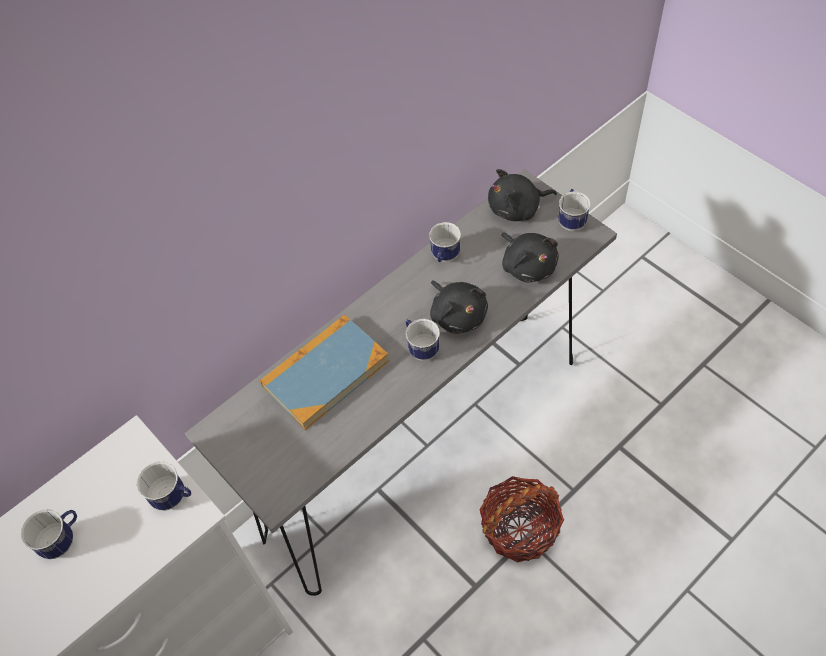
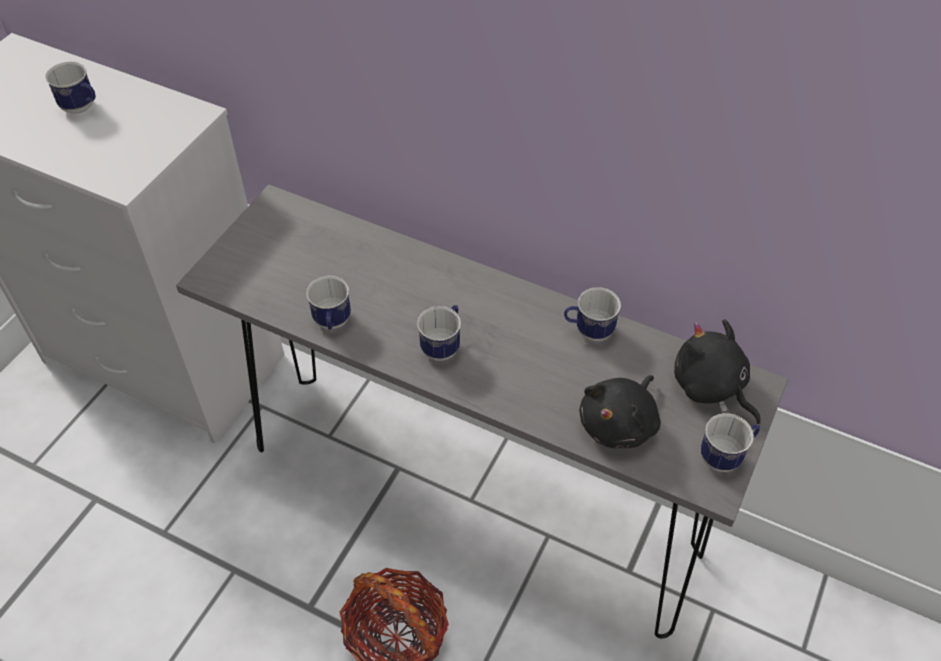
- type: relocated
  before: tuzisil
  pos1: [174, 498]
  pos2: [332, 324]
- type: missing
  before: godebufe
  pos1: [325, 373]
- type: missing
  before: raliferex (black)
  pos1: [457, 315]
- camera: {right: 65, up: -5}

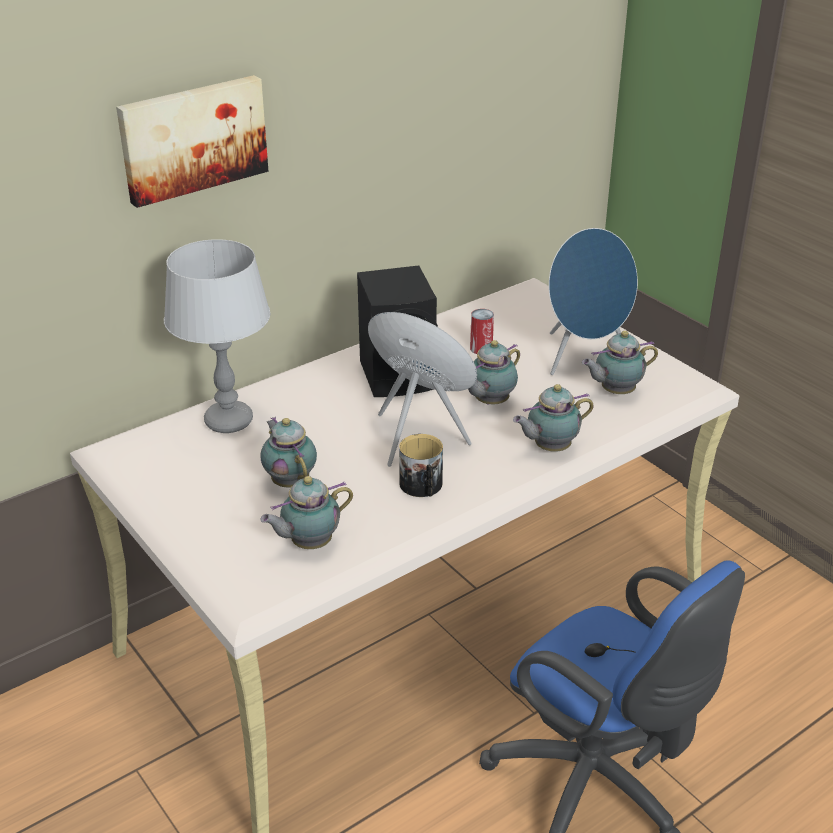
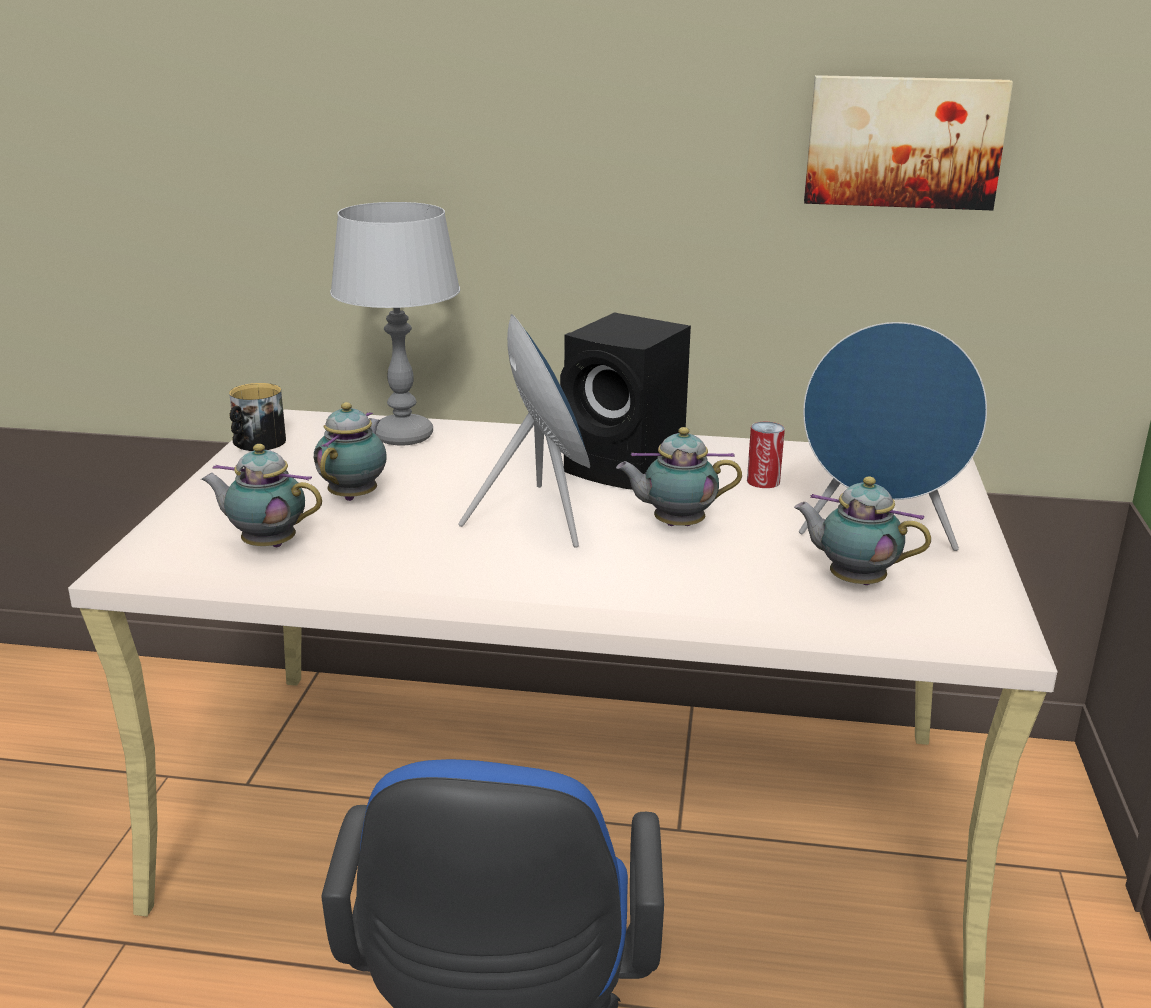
- type: relocated
  before: tuzisil
  pos1: [422, 487]
  pos2: [256, 444]
- type: relocated
  before: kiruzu
  pos1: [192, 138]
  pos2: [903, 141]
- type: missing
  before: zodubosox
  pos1: [549, 448]
- camera: {right: 45, up: -10}

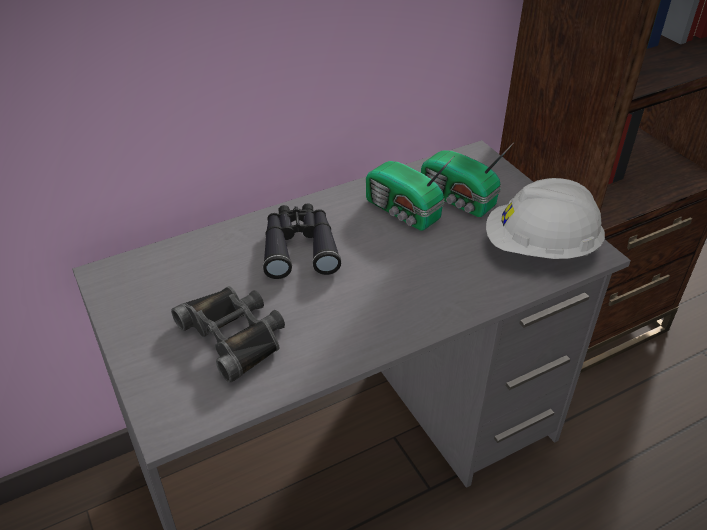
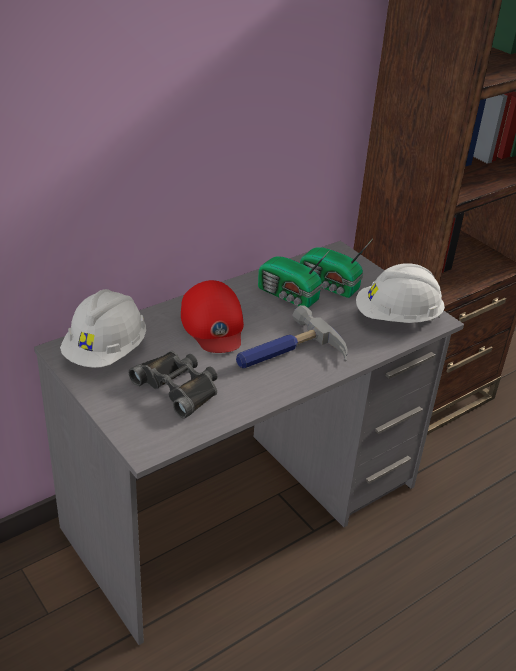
- type: appeared
  after: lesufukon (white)
  pos2: [106, 352]
- type: exchanged
  before: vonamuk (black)
  after: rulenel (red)
  pos1: [299, 247]
  pos2: [213, 324]
- type: appeared
  after: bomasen
  pos2: [287, 354]
- camera: {right: -10, up: -5}

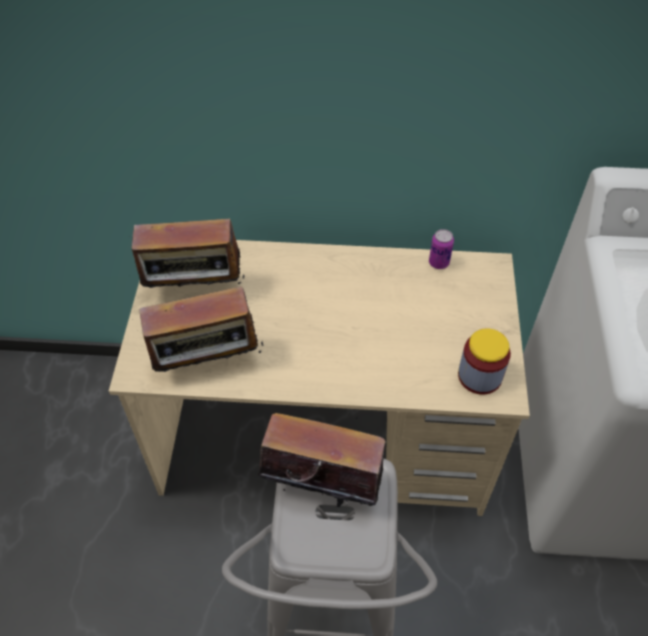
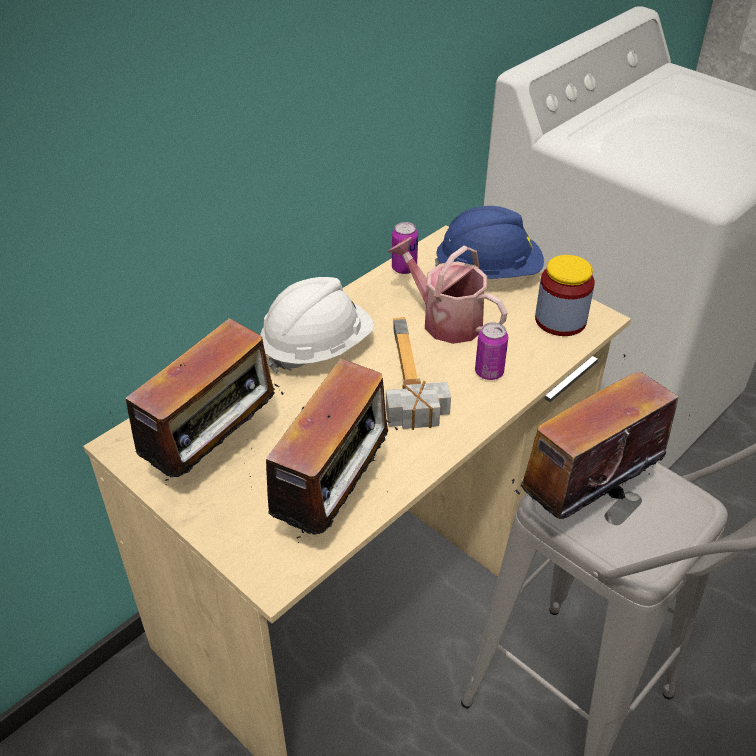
- type: appeared
  after: lesufukon (white)
  pos2: [317, 348]
- type: appeared
  after: bomasen
  pos2: [402, 381]
- type: appeared
  after: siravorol
  pos2: [445, 319]
- type: appeared
  after: lesufukon (blue)
  pos2: [488, 273]
- type: appeared
  after: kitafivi
  pos2: [489, 372]
- camera: {right: -50, up: -10}

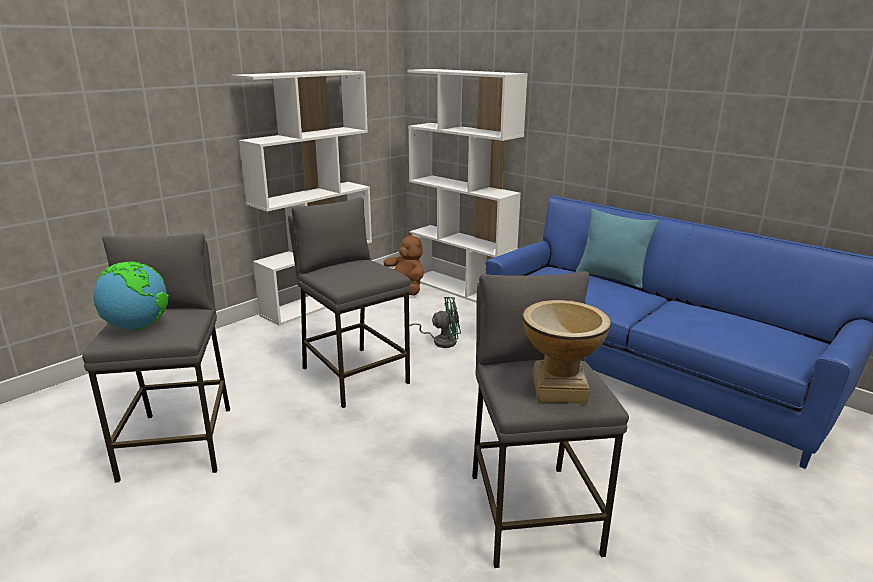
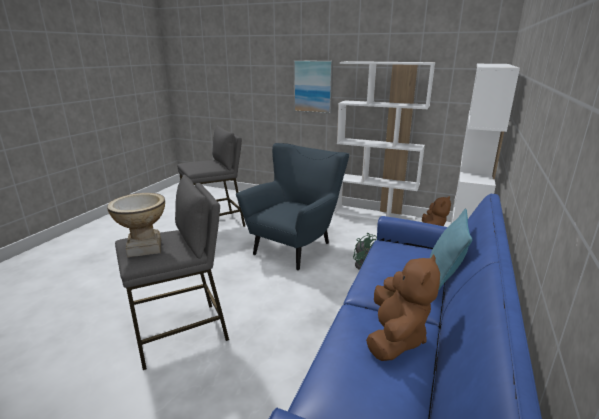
- type: exchanged
  before: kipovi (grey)
  after: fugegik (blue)
  pos1: [354, 375]
  pos2: [296, 246]
- type: appeared
  after: kiruzu
  pos2: [313, 86]
- type: appeared
  after: raliferex (brown)
  pos2: [395, 338]
- type: missing
  before: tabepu
  pos1: [137, 327]
- camera: {right: 70, up: 0}

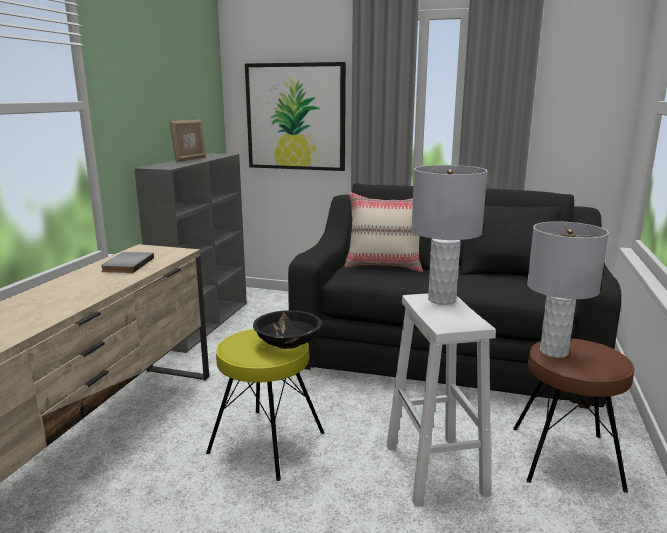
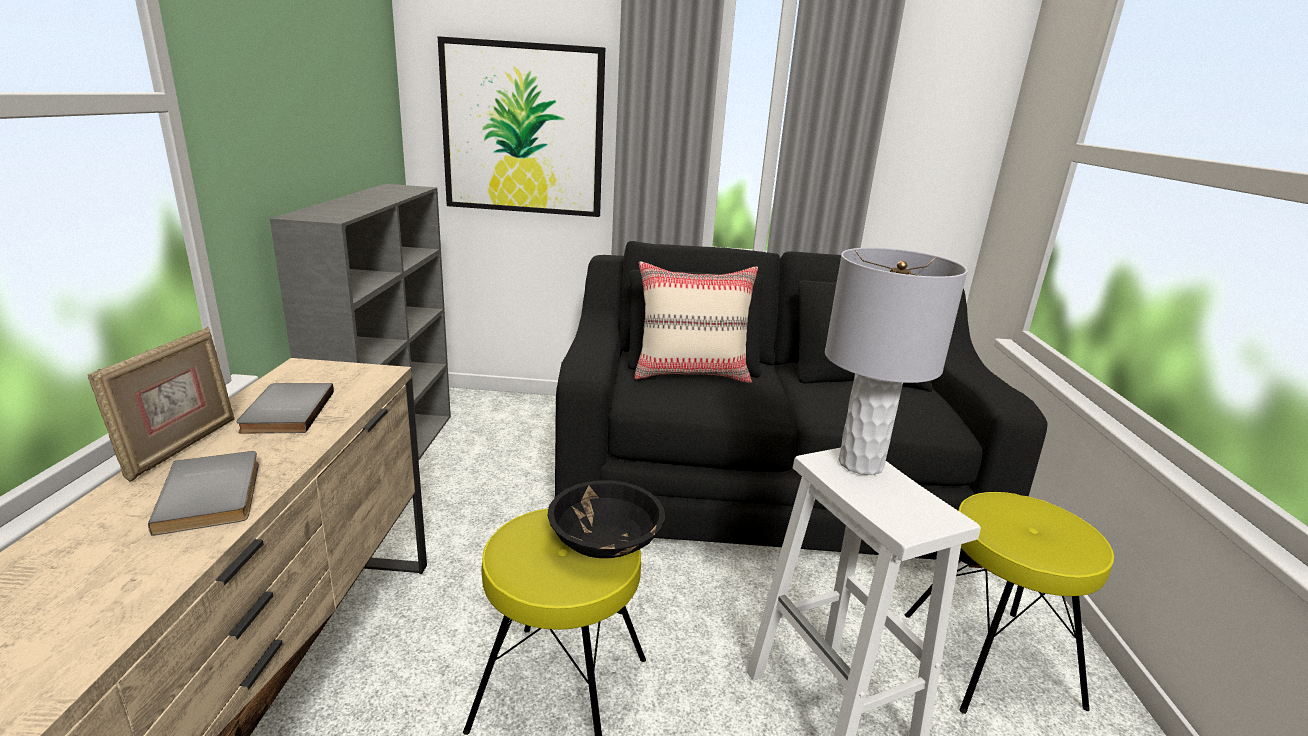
- type: relocated
  before: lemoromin
  pos1: [189, 159]
  pos2: [180, 447]
- type: appeared
  after: godebufe (grey)
  pos2: [215, 494]
- type: colour
  before: kipovi (brown)
  after: kipovi (yellow)
  pos1: [566, 458]
  pos2: [991, 659]
- type: missing
  before: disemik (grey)
  pos1: [553, 352]
- camera: {right: -15, up: 5}

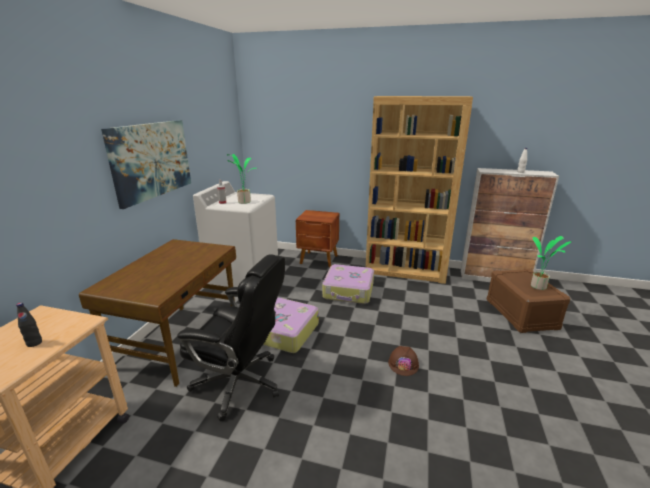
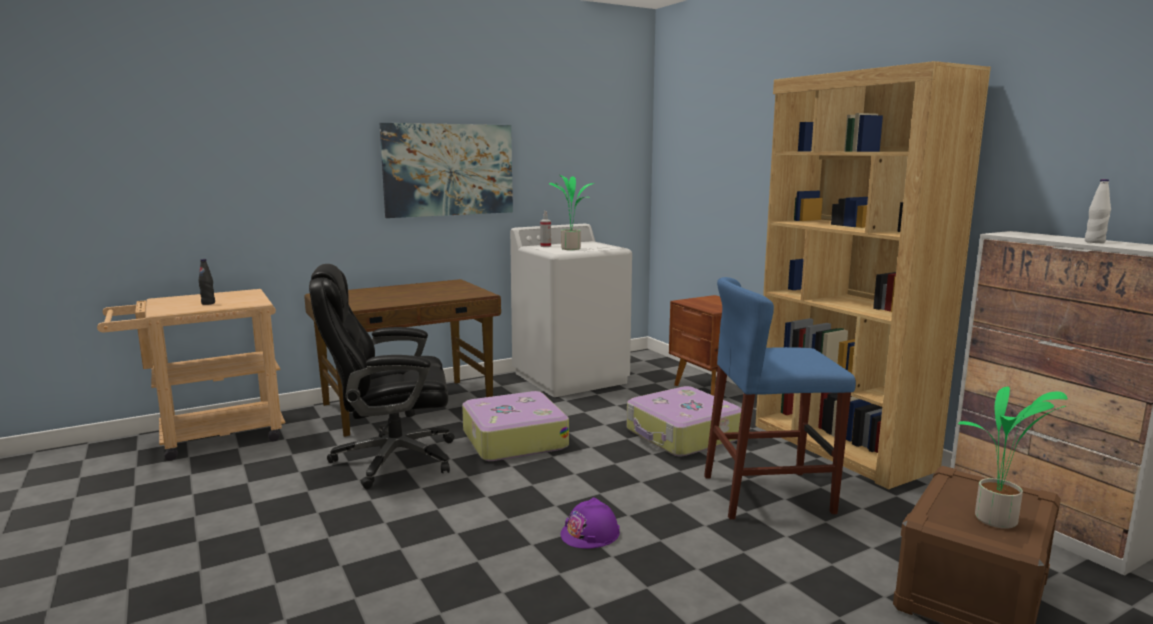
- type: spun
  before: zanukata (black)
  pos1: [240, 383]
  pos2: [392, 459]
  turn: 105
- type: colour
  before: lesufukon (brown)
  after: lesufukon (purple)
  pos1: [403, 364]
  pos2: [590, 533]
- type: appeared
  after: kipovi (blue)
  pos2: [767, 494]
- camera: {right: 45, up: -10}

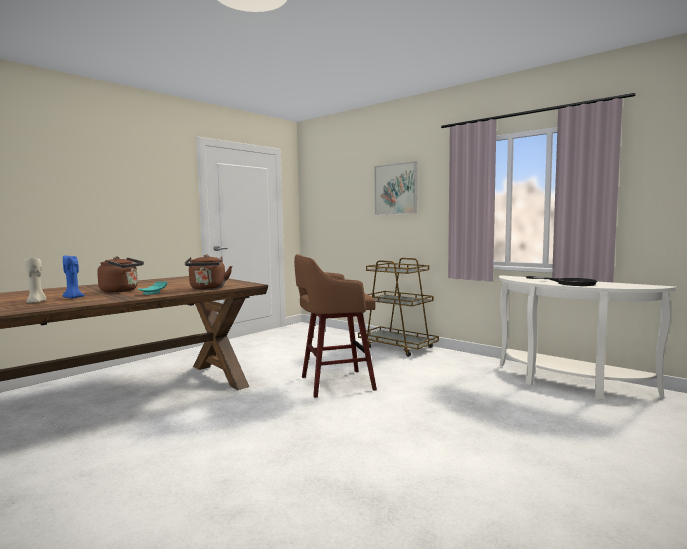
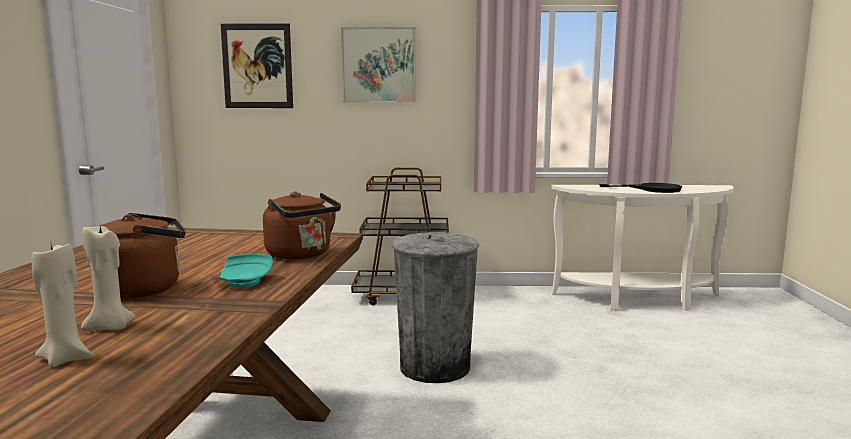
- type: colour
  before: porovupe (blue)
  after: porovupe (beige)
  pos1: [73, 298]
  pos2: [111, 328]
- type: appeared
  after: kiruzu
  pos2: [257, 66]
- type: exchanged
  before: kipovi (brown)
  after: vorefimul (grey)
  pos1: [334, 383]
  pos2: [434, 367]
- camera: {right: -40, up: 5}

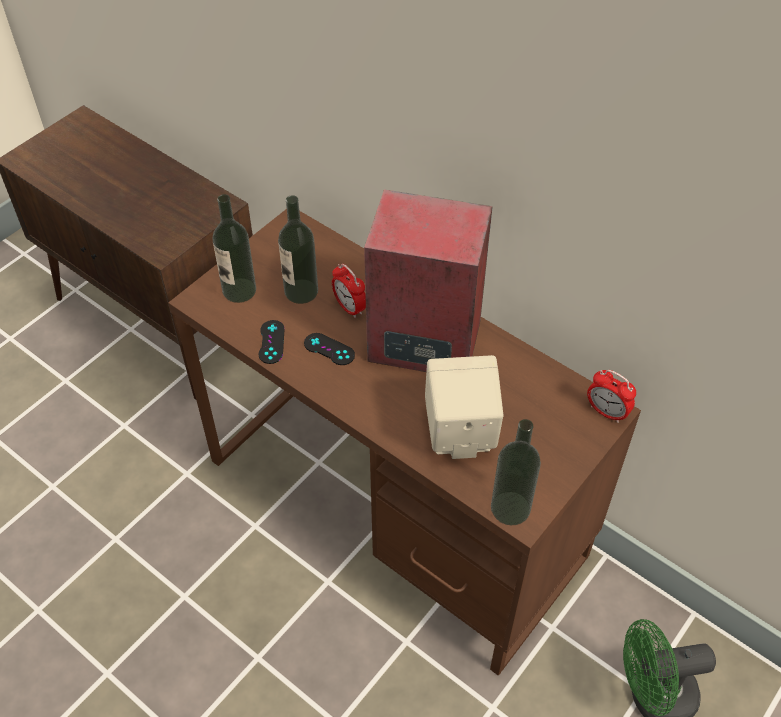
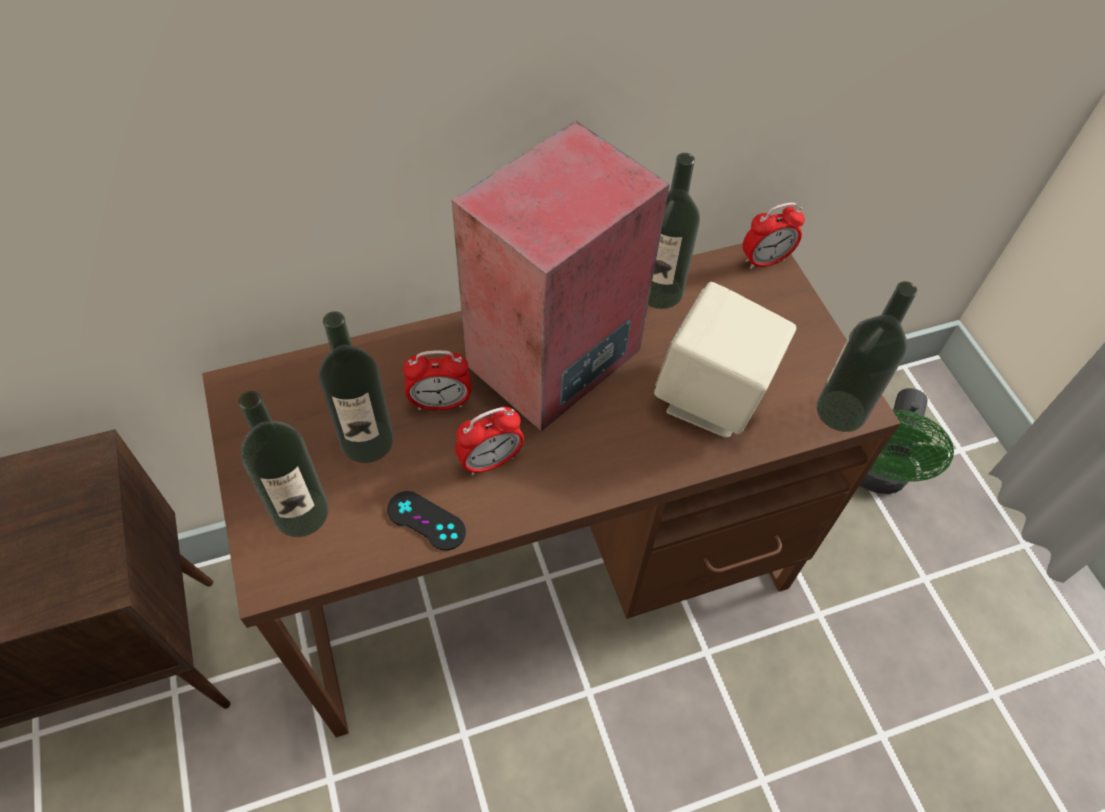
- type: exchanged
  before: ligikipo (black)
  after: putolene
  pos1: [329, 349]
  pos2: [490, 461]
- type: appeared
  after: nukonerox
  pos2: [660, 291]
- camera: {right: -60, up: 5}

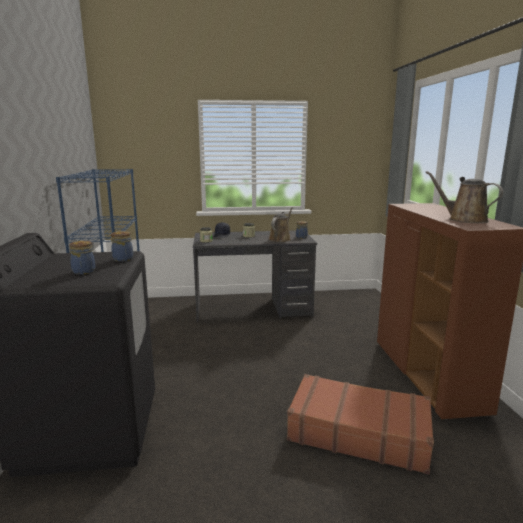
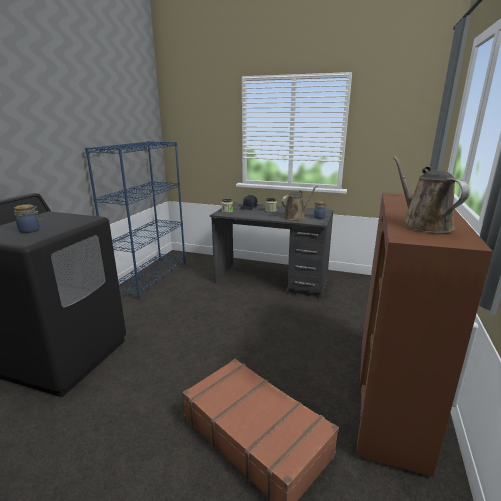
- type: missing
  before: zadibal
  pos1: [123, 259]
- camera: {right: 25, up: 5}

